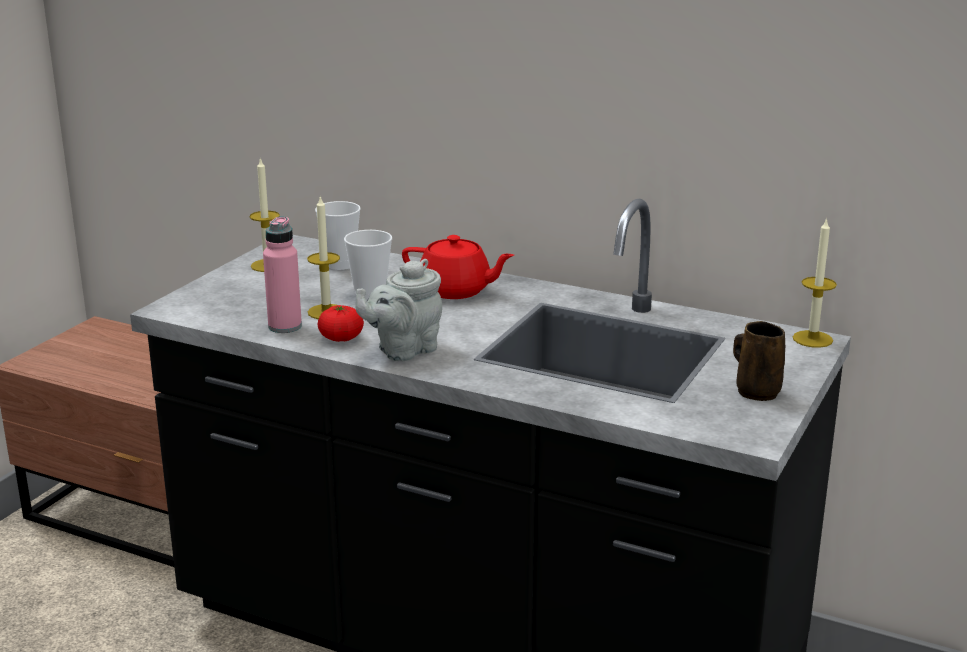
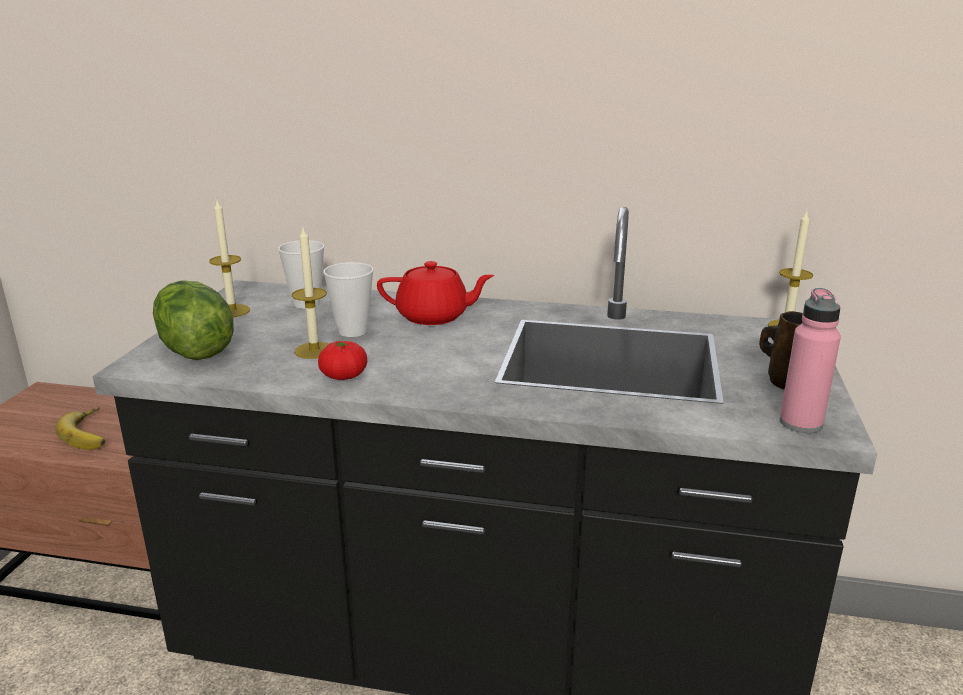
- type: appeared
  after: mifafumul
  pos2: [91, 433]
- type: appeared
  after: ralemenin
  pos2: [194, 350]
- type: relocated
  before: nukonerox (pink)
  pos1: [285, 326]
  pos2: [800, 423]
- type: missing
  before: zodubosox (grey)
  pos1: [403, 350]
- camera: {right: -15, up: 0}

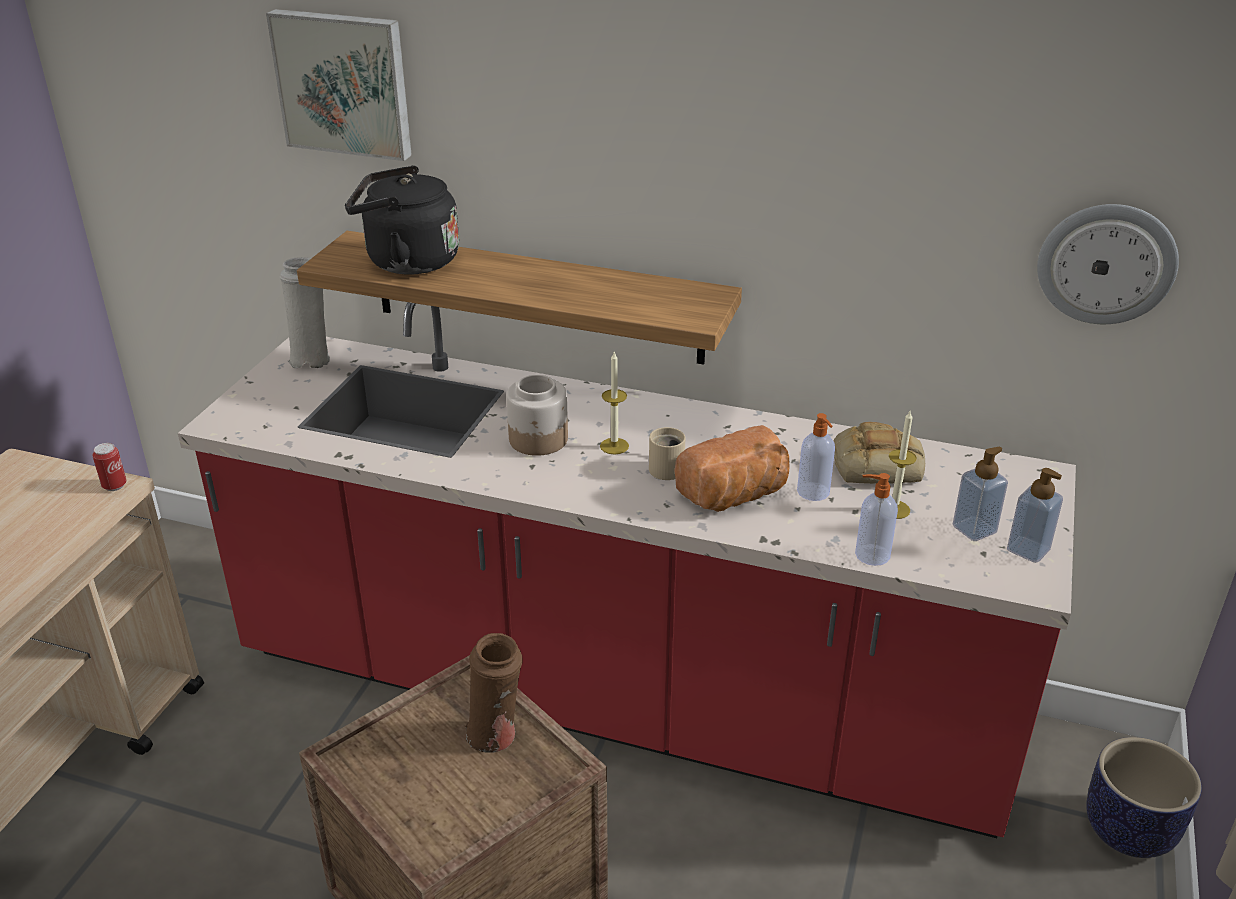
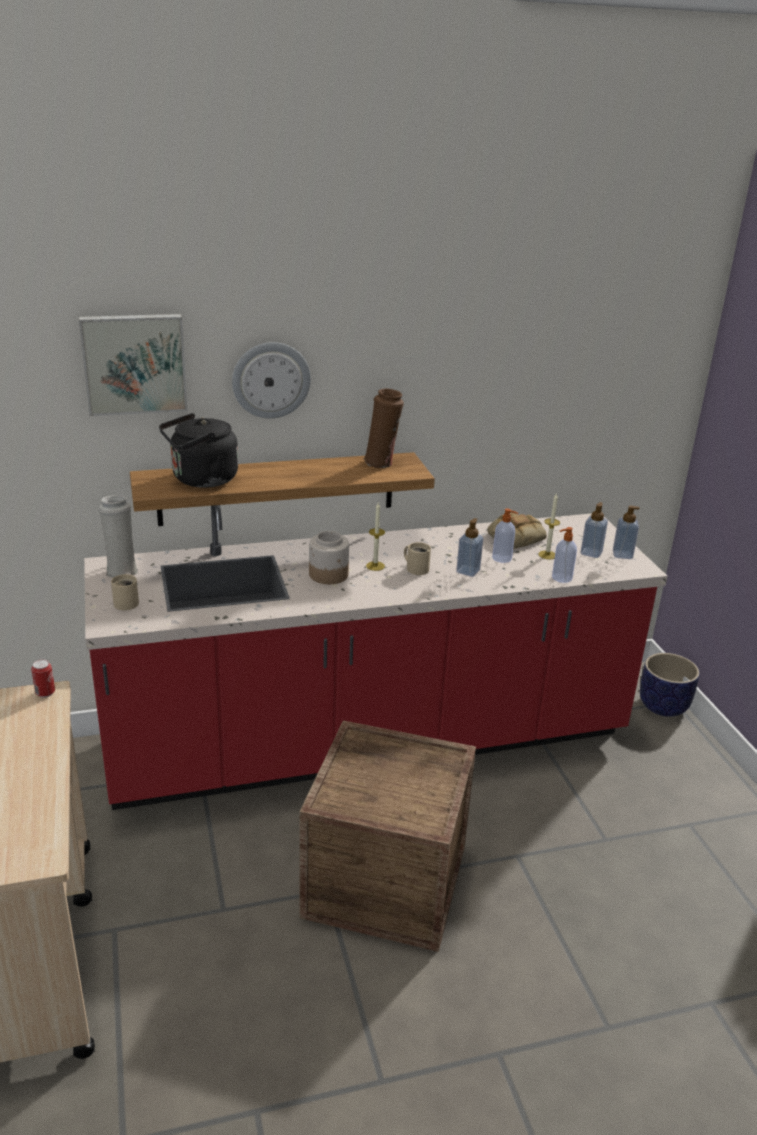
- type: appeared
  after: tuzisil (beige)
  pos2: [126, 602]
- type: relocated
  before: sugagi
  pos1: [1106, 263]
  pos2: [271, 380]
- type: relocated
  before: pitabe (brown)
  pos1: [496, 737]
  pos2: [381, 463]
- type: exchanged
  before: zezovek
  after: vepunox
  pos1: [736, 496]
  pos2: [468, 571]
- camera: {right: -35, up: -5}

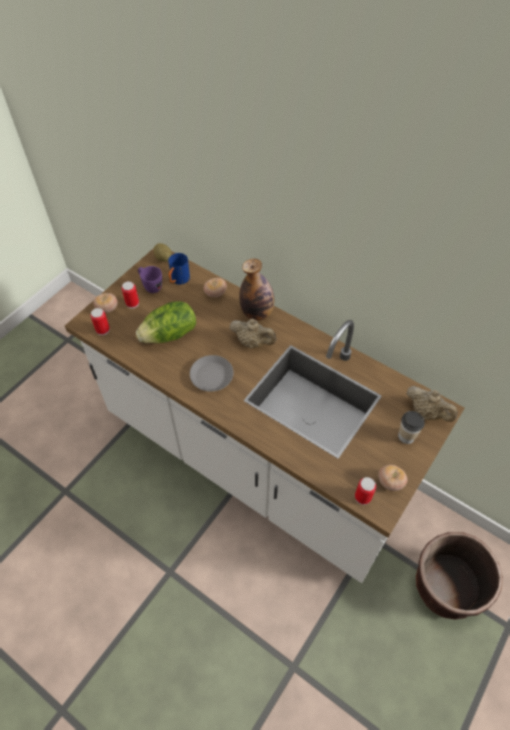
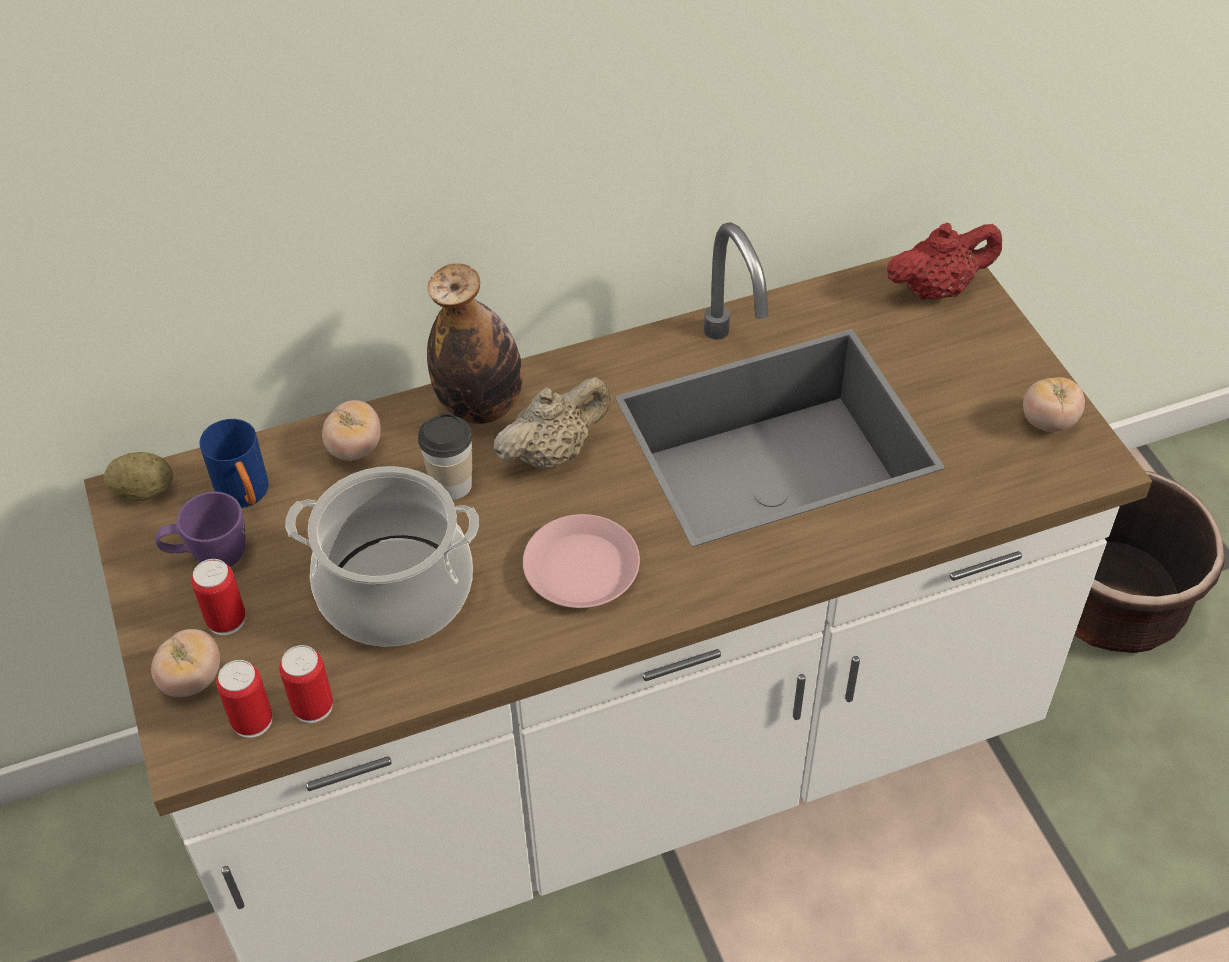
- type: relocated
  before: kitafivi
  pos1: [362, 497]
  pos2: [313, 706]
- type: exchanged
  before: ralemenin
  after: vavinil
  pos1: [170, 335]
  pos2: [396, 590]
- type: relocated
  before: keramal
  pos1: [406, 436]
  pos2: [451, 485]
- type: colour
  before: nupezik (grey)
  after: nupezik (pink)
  pos1: [212, 376]
  pos2: [582, 569]
- type: colour
  before: zodubosox (beige)
  after: zodubosox (red)
  pos1: [427, 412]
  pos2: [937, 289]
- camera: {right: -55, up: -5}

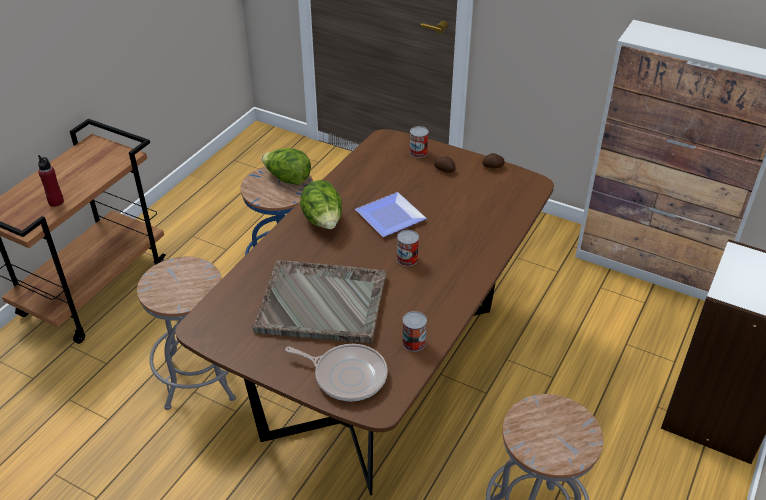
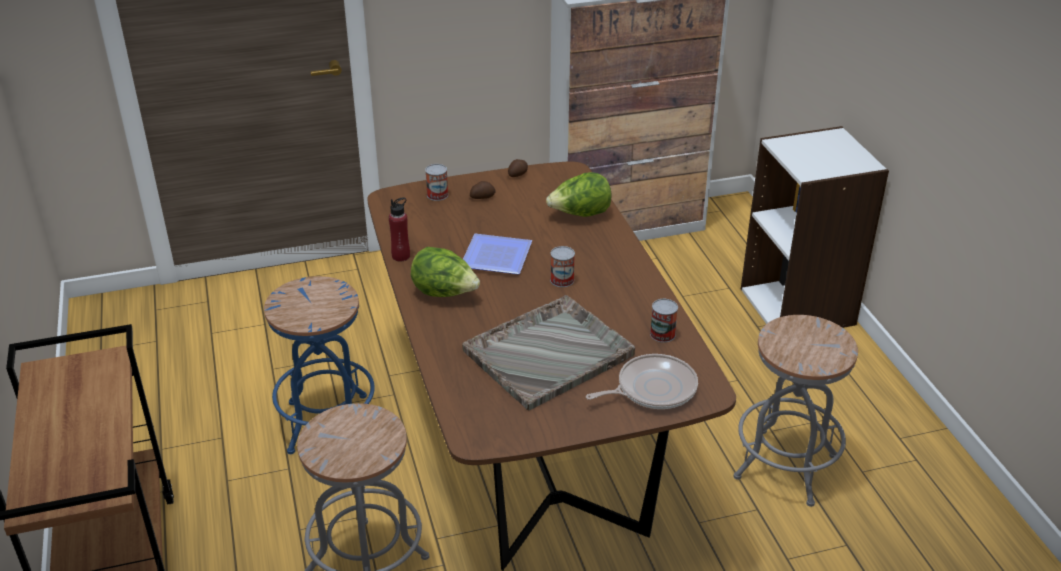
- type: relocated
  before: nukonerox (red)
  pos1: [56, 202]
  pos2: [401, 256]
- type: relocated
  before: ralemenin
  pos1: [287, 179]
  pos2: [580, 215]
- camera: {right: -45, up: -5}

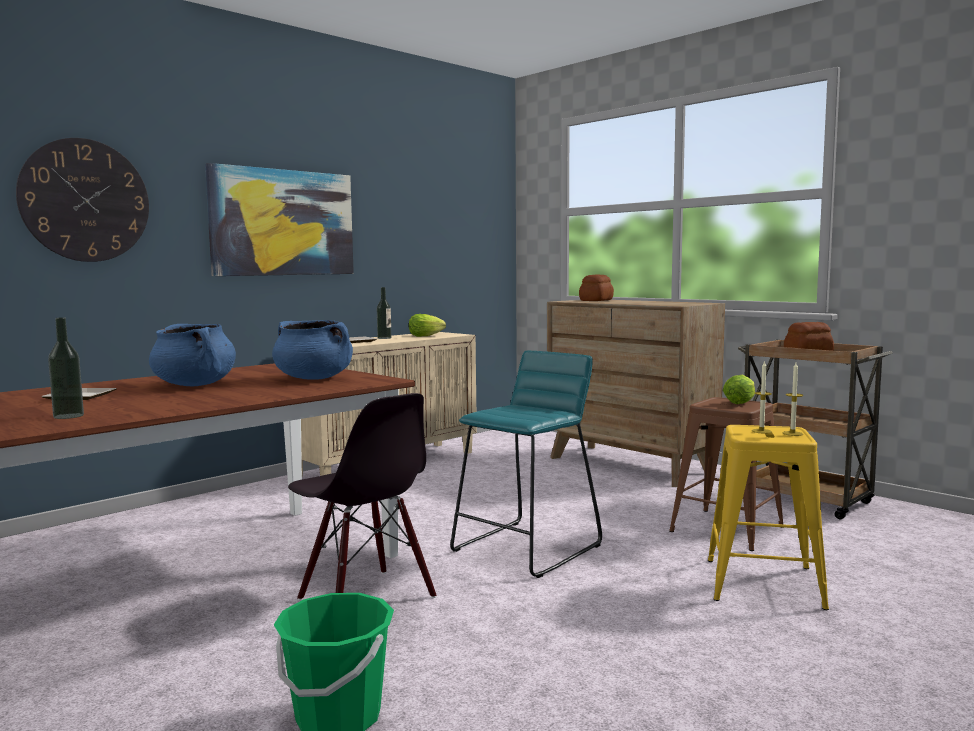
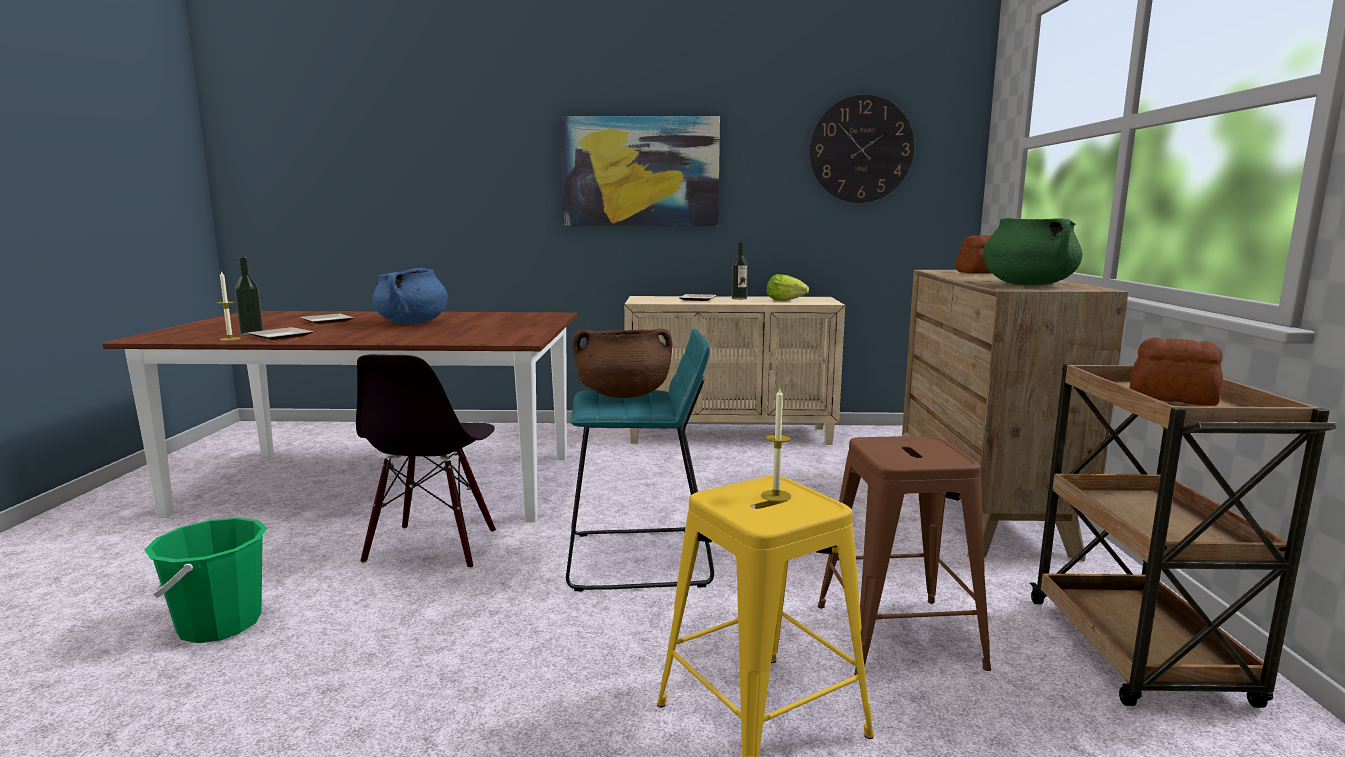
- type: relocated
  before: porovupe
  pos1: [792, 433]
  pos2: [230, 339]
- type: appeared
  after: nupezik
  pos2: [283, 336]
- type: appeared
  after: vavinil (brown)
  pos2: [623, 395]
- type: relocated
  before: sugagi
  pos1: [85, 200]
  pos2: [861, 149]
- type: appeared
  after: vavinil (green)
  pos2: [1027, 285]
- type: missing
  before: vavinil (blue)
  pos1: [314, 378]
- type: missing
  before: ralemenin
  pos1: [741, 402]
- camera: {right: 45, up: 5}

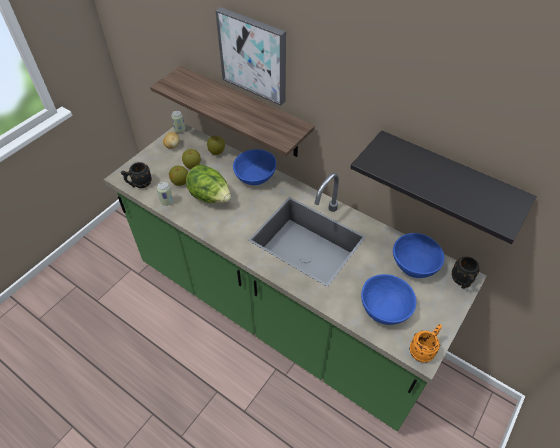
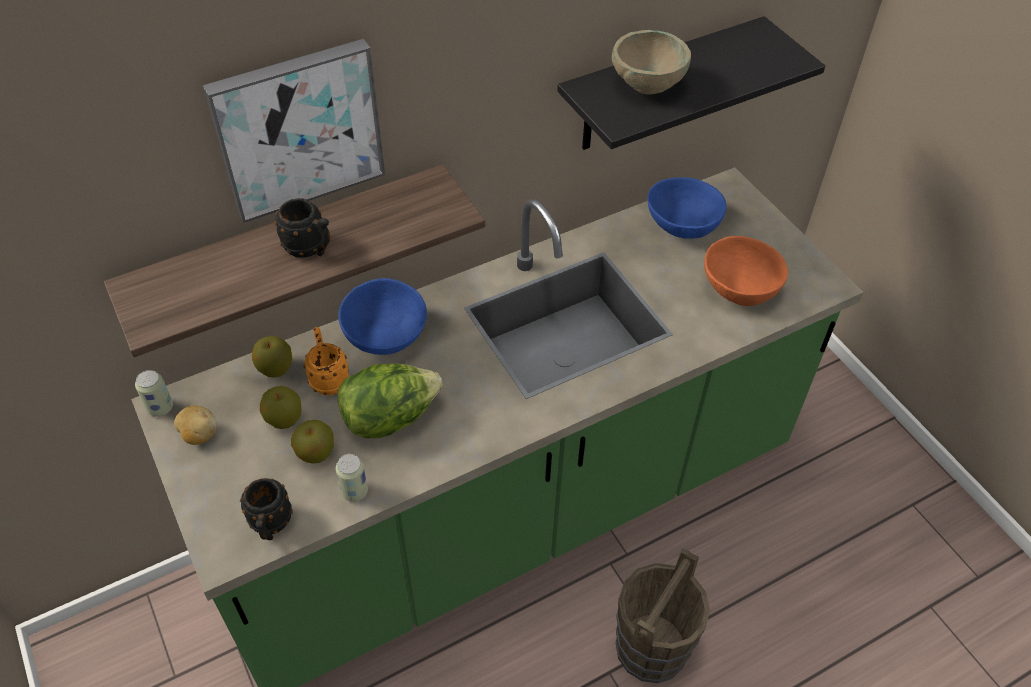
- type: relocated
  before: tuzisil (black)
  pos1: [462, 282]
  pos2: [310, 249]
- type: relocated
  before: tuzisil (orange)
  pos1: [423, 350]
  pos2: [328, 378]
- type: appeared
  after: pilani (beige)
  pos2: [647, 86]
- type: appeared
  after: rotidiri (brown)
  pos2: [652, 647]
- type: colour
  before: pilani (blue)
  after: pilani (orange)
  pos1: [384, 308]
  pos2: [739, 289]
- camera: {right: -65, up: 0}

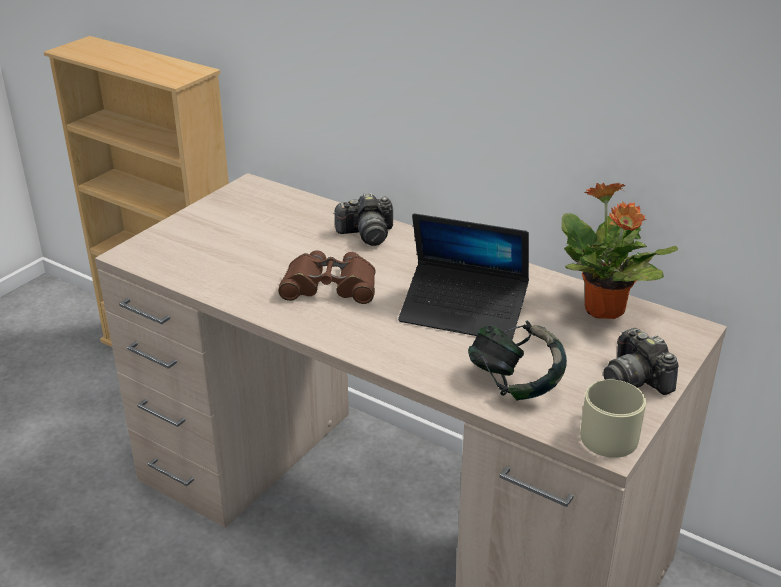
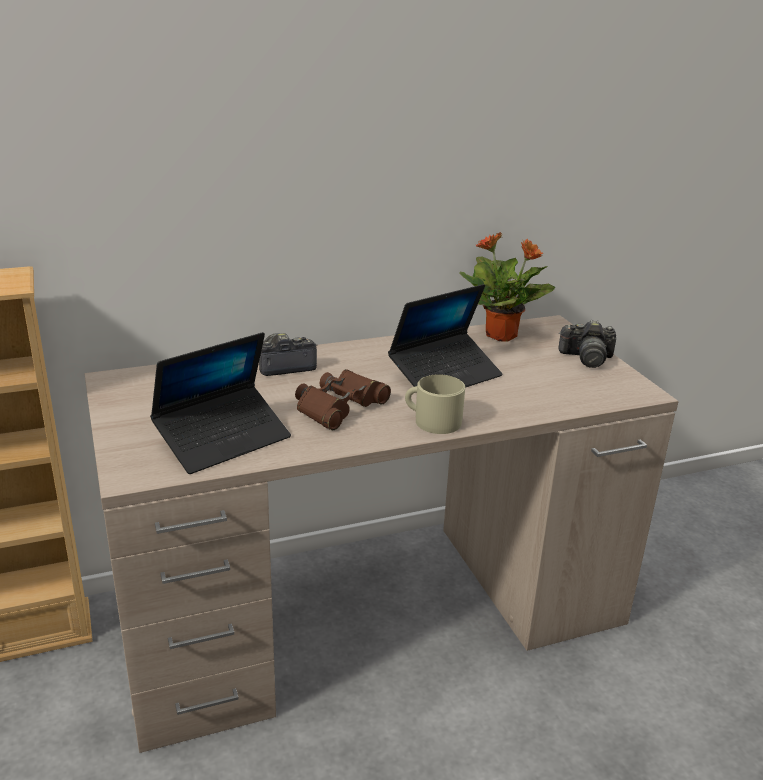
- type: appeared
  after: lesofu
  pos2: [223, 439]
- type: spun
  before: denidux
  pos1: [366, 234]
  pos2: [284, 366]
  turn: -135
- type: relocated
  before: tuzisil (beige)
  pos1: [605, 433]
  pos2: [432, 421]
- type: missing
  before: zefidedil
  pos1: [514, 384]
- camera: {right: -55, up: -5}

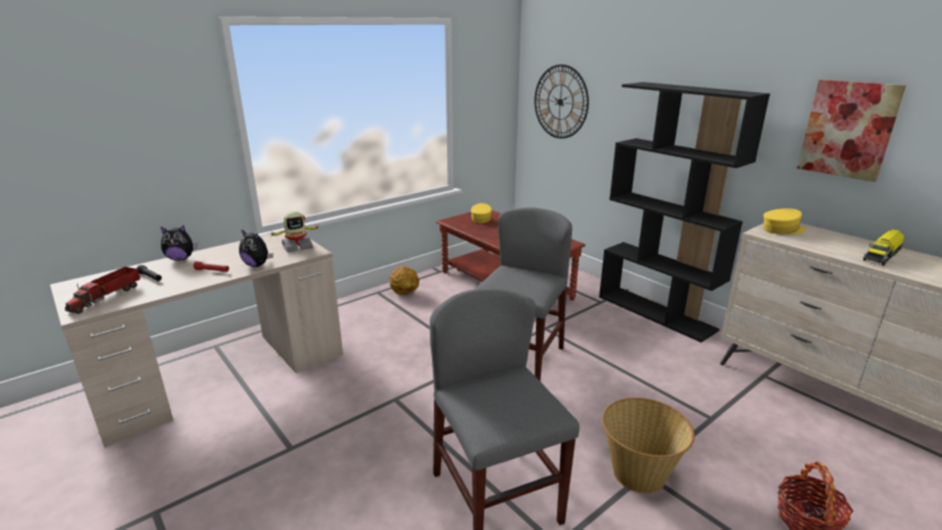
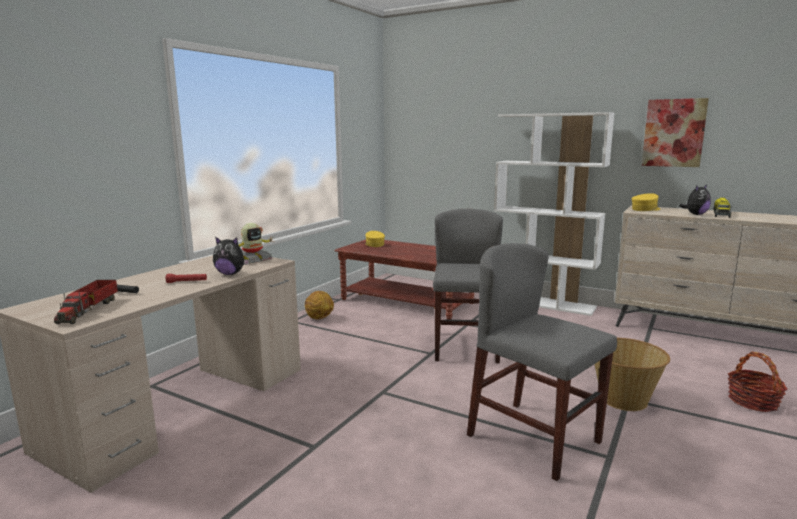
- type: colour
  before: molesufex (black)
  after: molesufex (white)
  pos1: [656, 313]
  pos2: [543, 303]
- type: relocated
  before: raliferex
  pos1: [181, 259]
  pos2: [695, 214]
- type: missing
  before: sugagi
  pos1: [560, 102]
- camera: {right: -20, up: -10}

